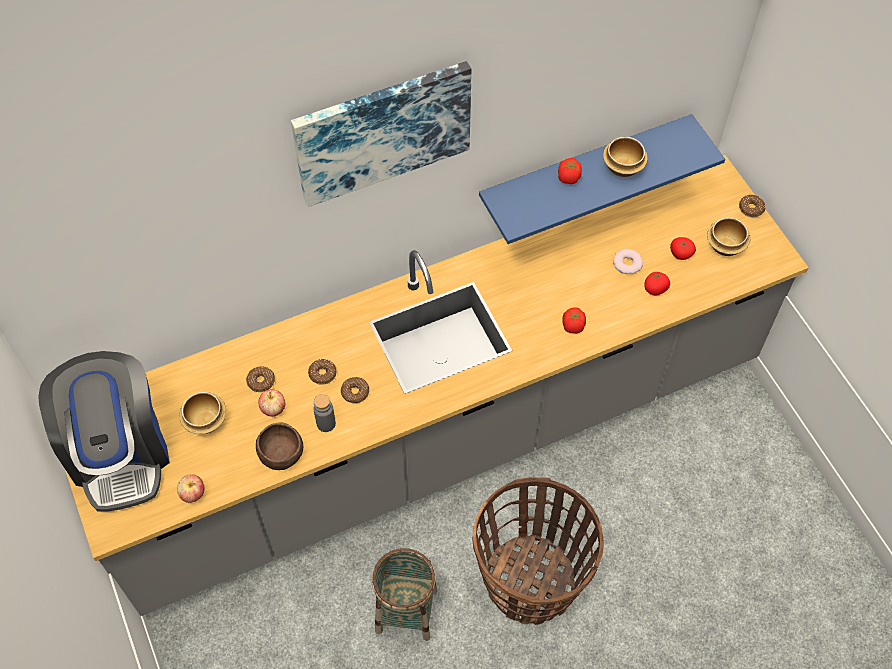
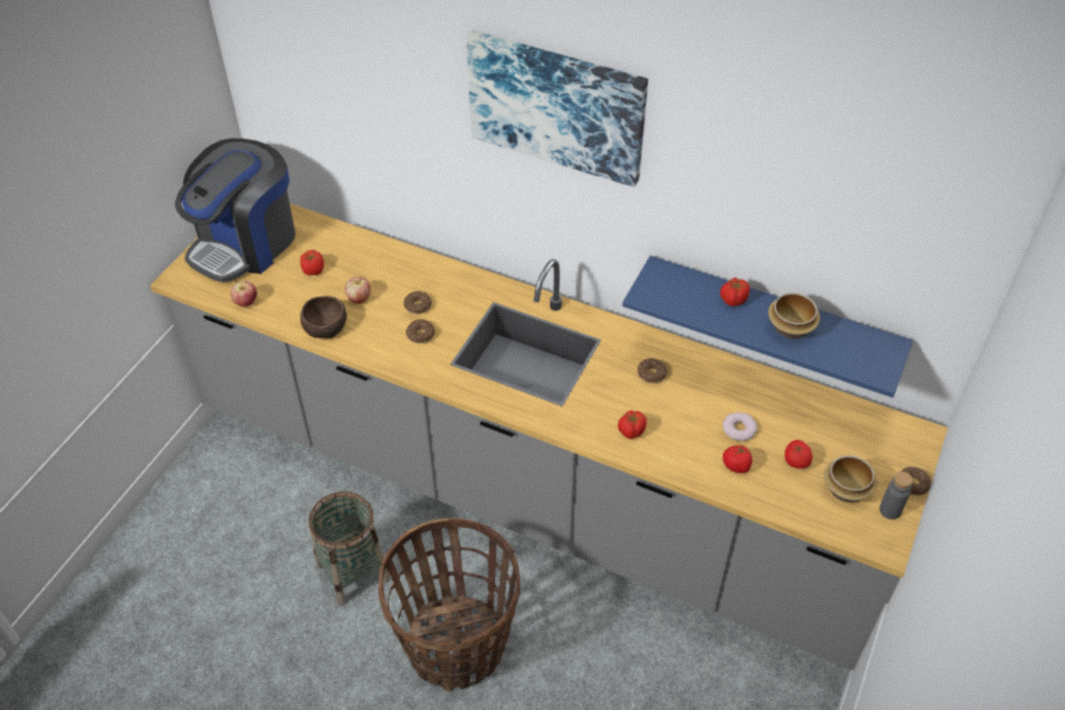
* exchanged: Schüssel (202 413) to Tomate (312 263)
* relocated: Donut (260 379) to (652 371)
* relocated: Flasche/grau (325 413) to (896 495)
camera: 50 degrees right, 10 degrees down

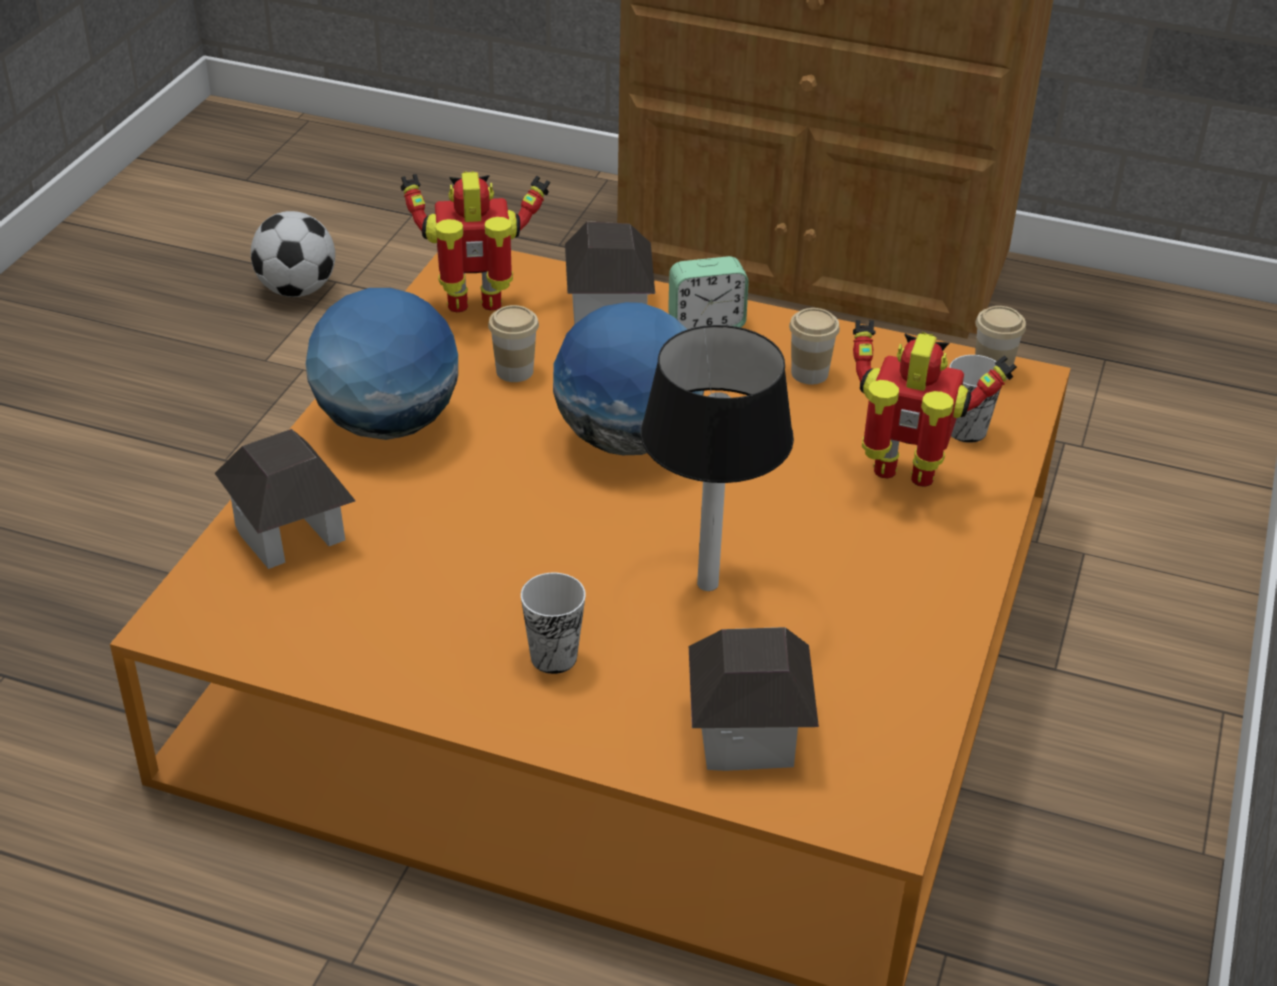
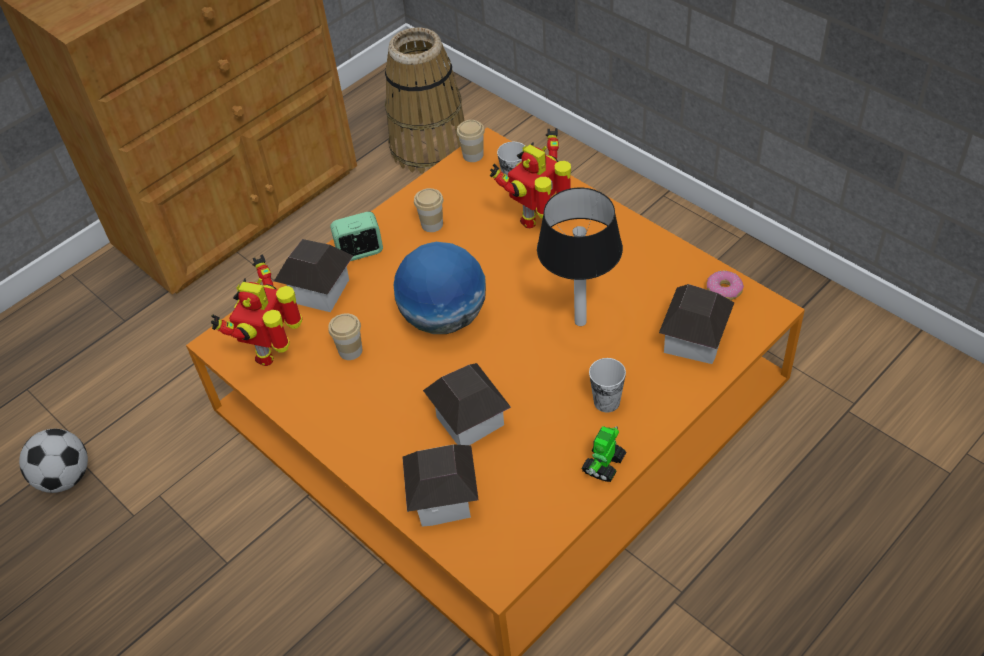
* spun: Wecker (708 293) = (356 236) 120 degrees counterclockwise
* appeared: Korb (425 101)
* appeared: Spielzeughaus (467 404)
* appeared: Spielzeugroboter (603 454)
* appeared: Donut (725 285)
* missing: Globus (382 364)
camera: 60 degrees left, 10 degrees up

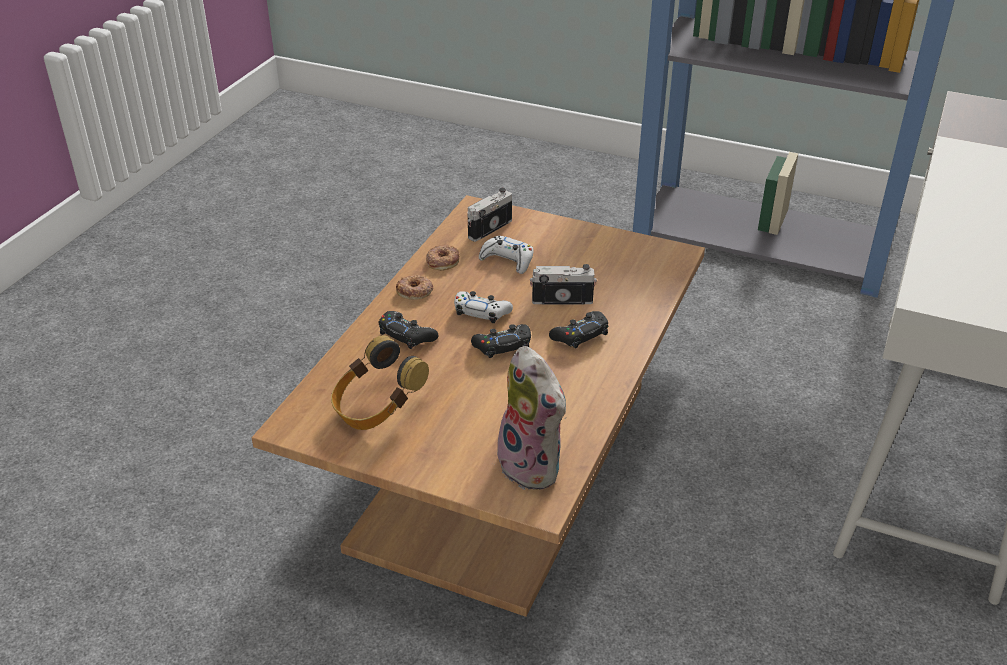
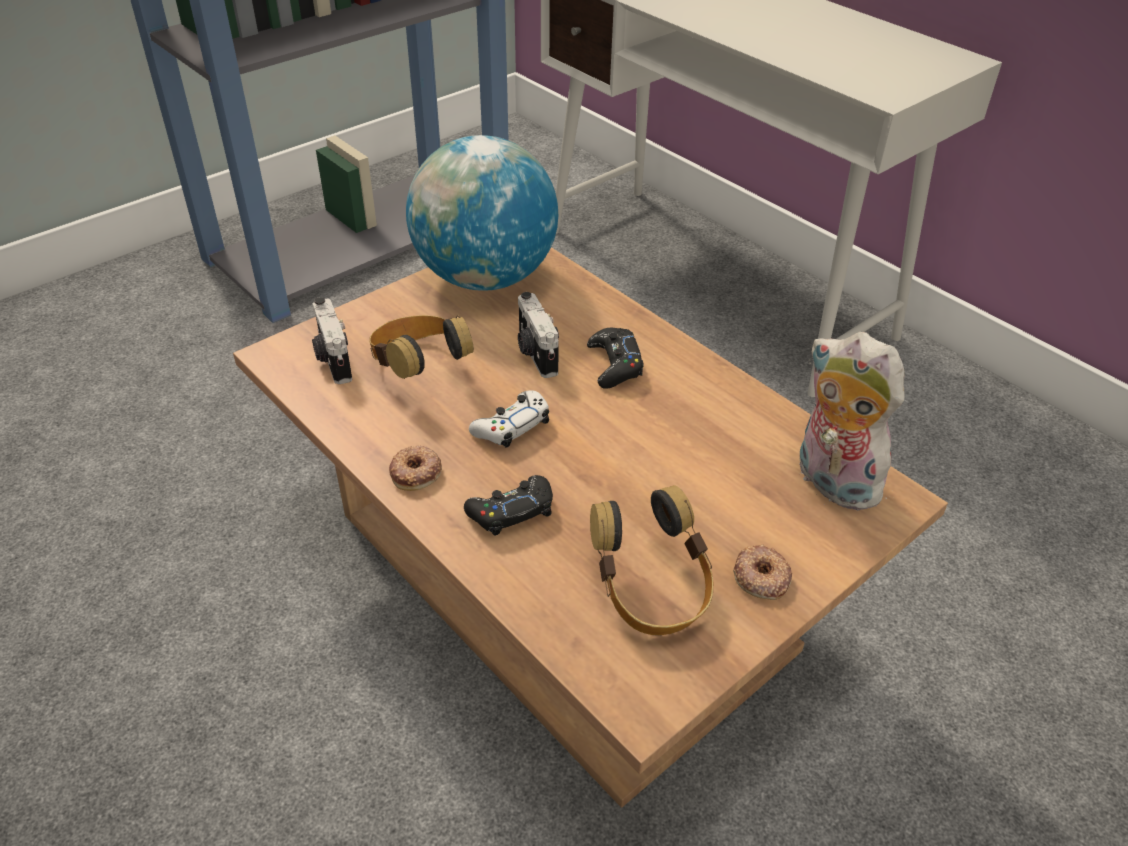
* exchanged: Gamepad/weiß (506 255) to Kopfhörer (421 347)
* appeared: Globus (482 213)
* spun: Kamera (563 284) = (538 335) 45 degrees counterclockwise
* relocated: Donut (443 257) to (762 572)
* spun: Plüschtier (532 418) = (851 421) 120 degrees counterclockwise
* missing: Gamepad/schwarz (501 341)
camera: 65 degrees left, 5 degrees up

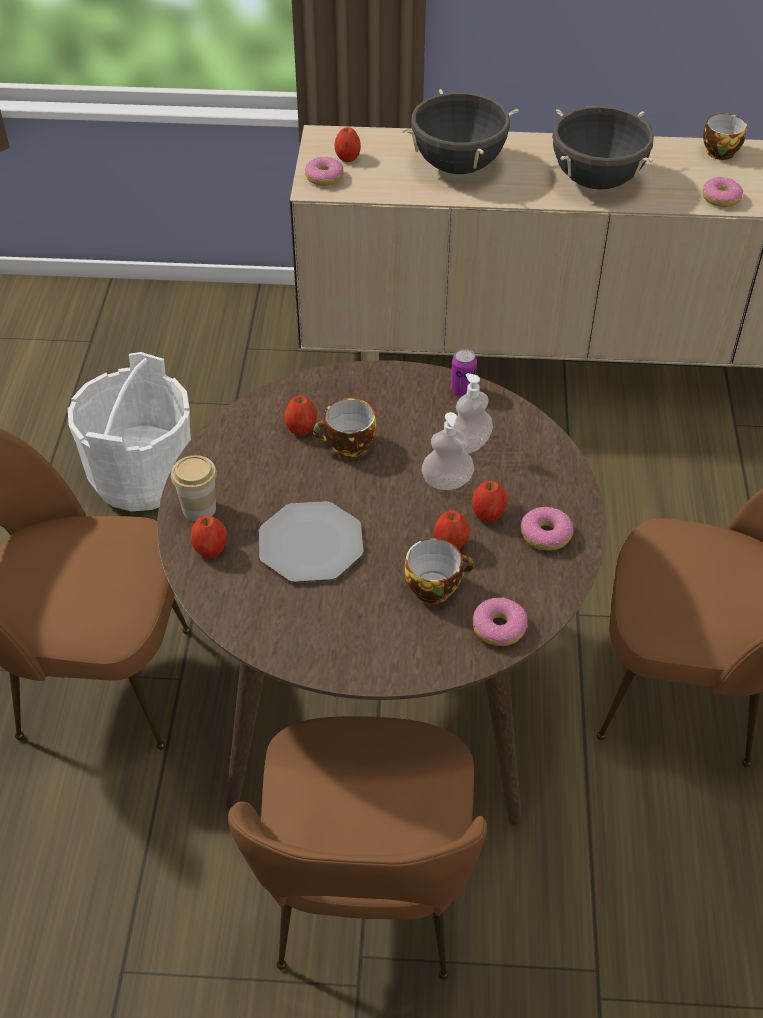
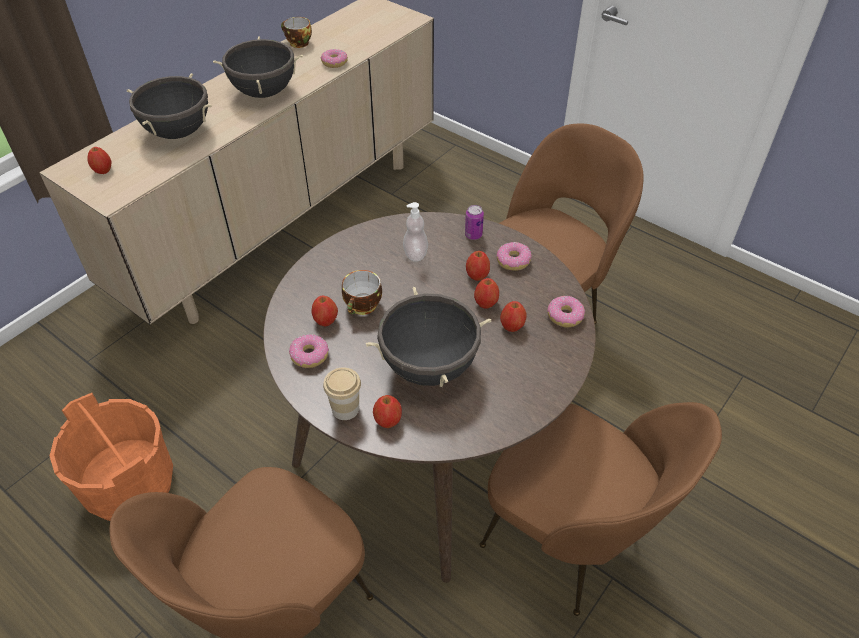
* colour: Eimer/weiß (129 431) to Eimer/orange (111 457)
* relocated: Donut (324 171) to (309 351)
* exchanged: Teller (311 541) to Kochtopf/schwarz (428 337)
* relocated: Dose (464 372) to (474 222)
* exchanged: Tasse (439 570) to Apfel (513 316)
* missing: Seifenspender (448 451)
camera: 55 degrees left, 0 degrees up

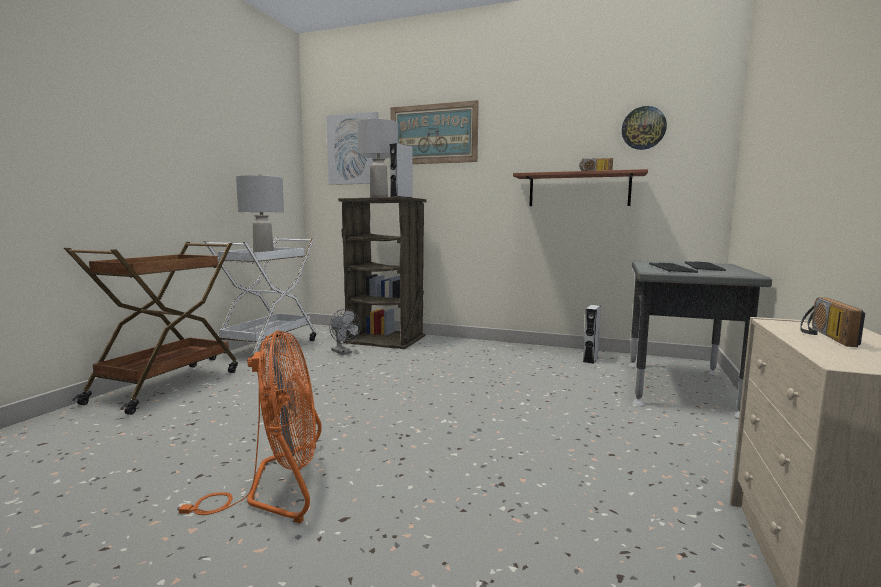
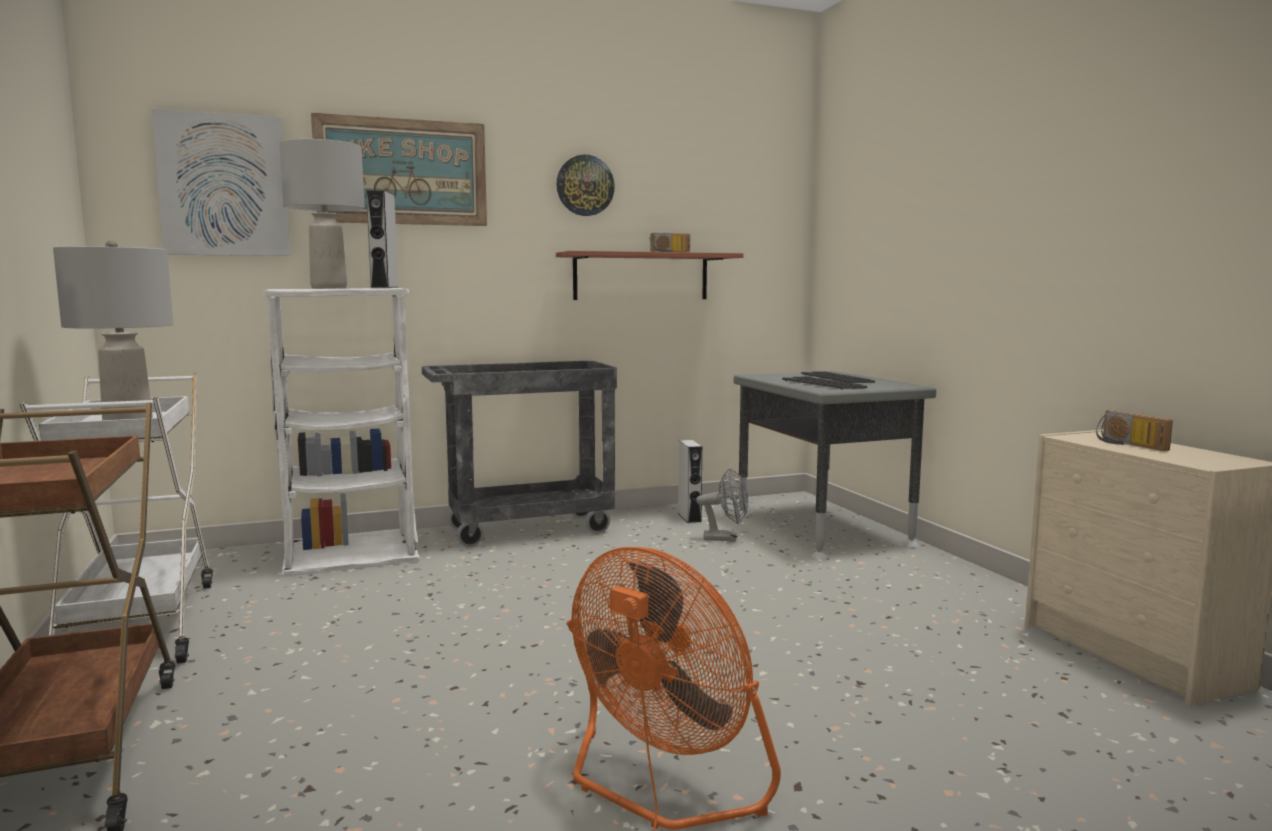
* colour: Bücherregal/braun (382 273) to Bücherregal/weiß (341 432)
* appeared: Rollwagen/grau (519 454)
* relocated: Wanduhr (644 128) to (585 185)
* relocated: Ventilator/grau (345 332) to (722 505)
camera: 40 degrees left, 0 degrees up

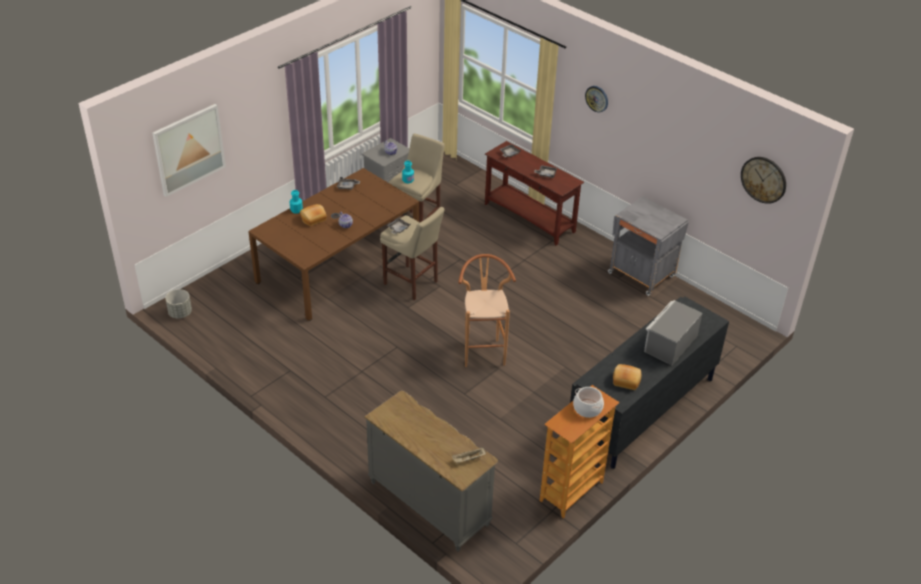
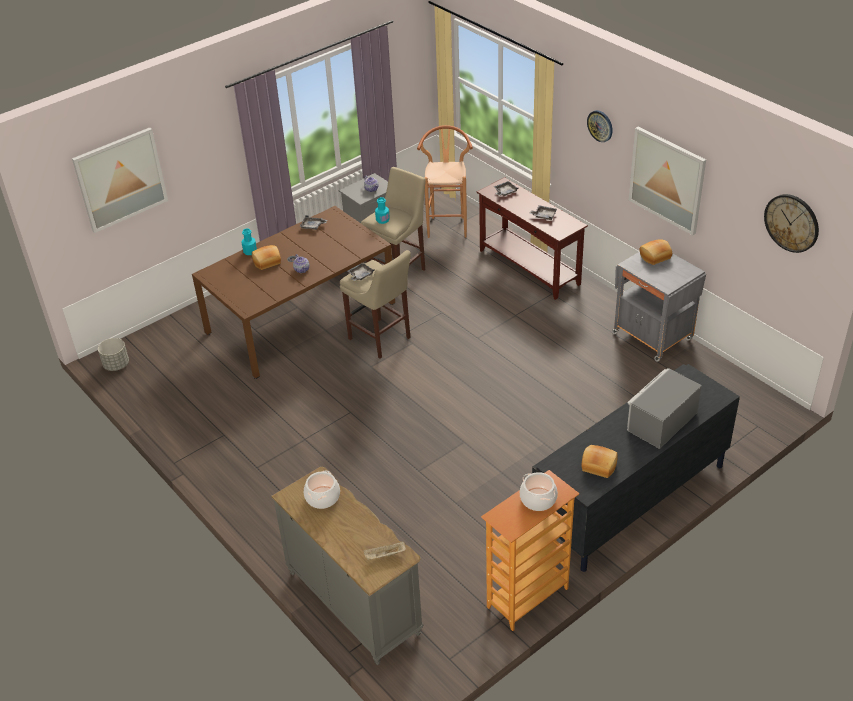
* appeared: Kochtopf (322 490)
* relocated: Hocker/braun (487 310) to (445 181)
* appeared: Bild (667 181)
* appeared: Brot (655 252)
camera: 10 degrees right, 0 degrees up

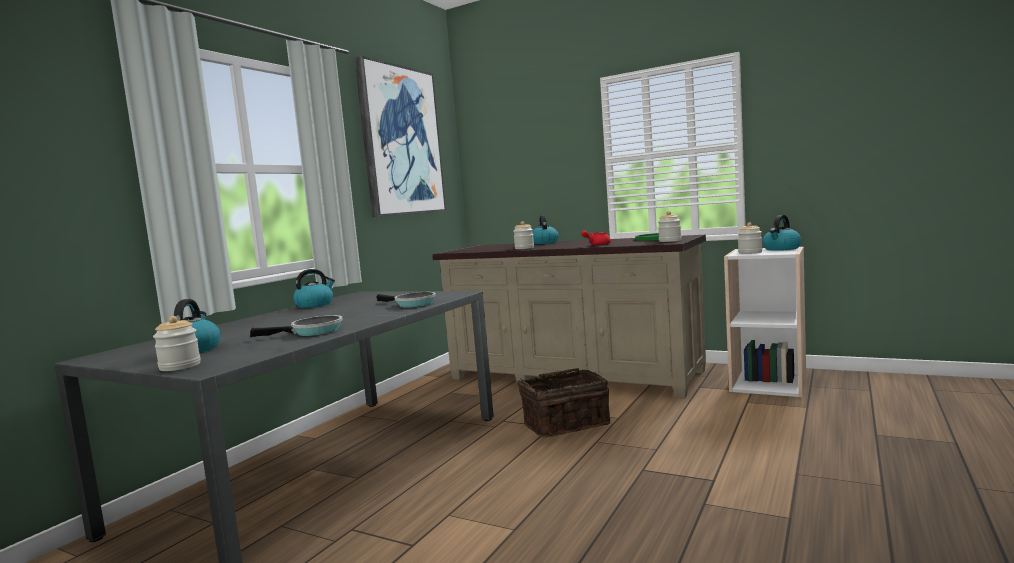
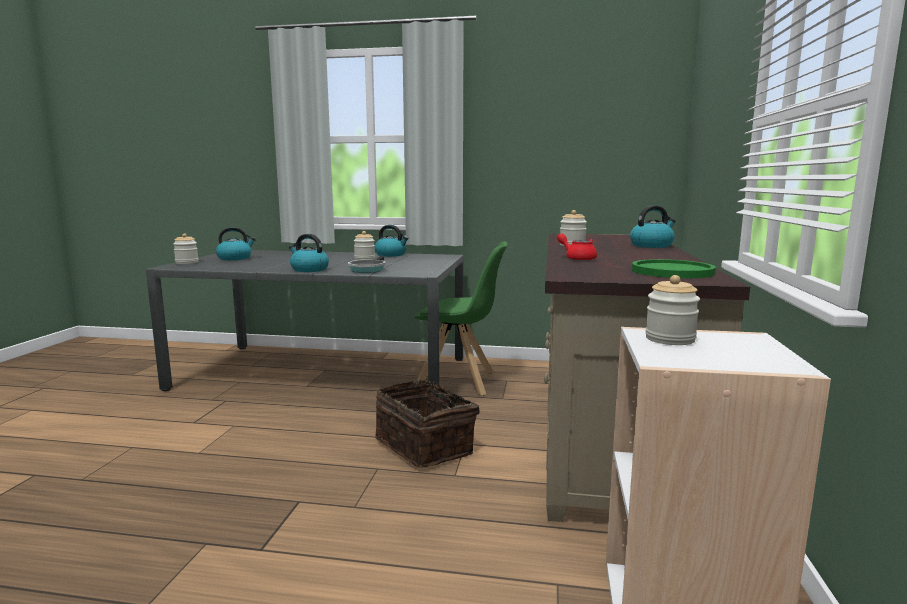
* relocated: Wasserkessel (782 233) to (309 253)
* relocated: Vorratsglas (669 226) to (364 245)
* appeared: Stuhl/grün (461 318)
* missing: Pfanne (296 326)
* missing: Bild (400 136)
camera: 70 degrees right, 5 degrees up

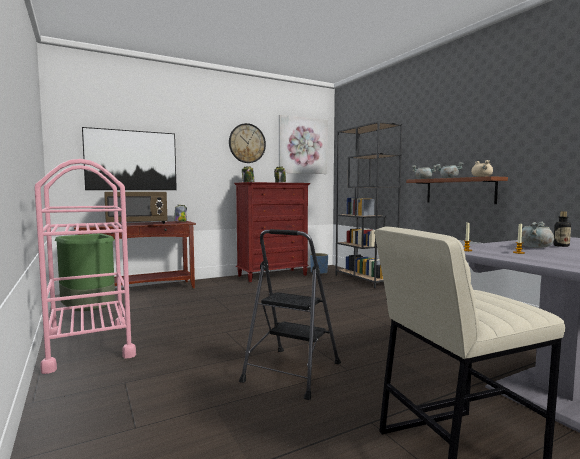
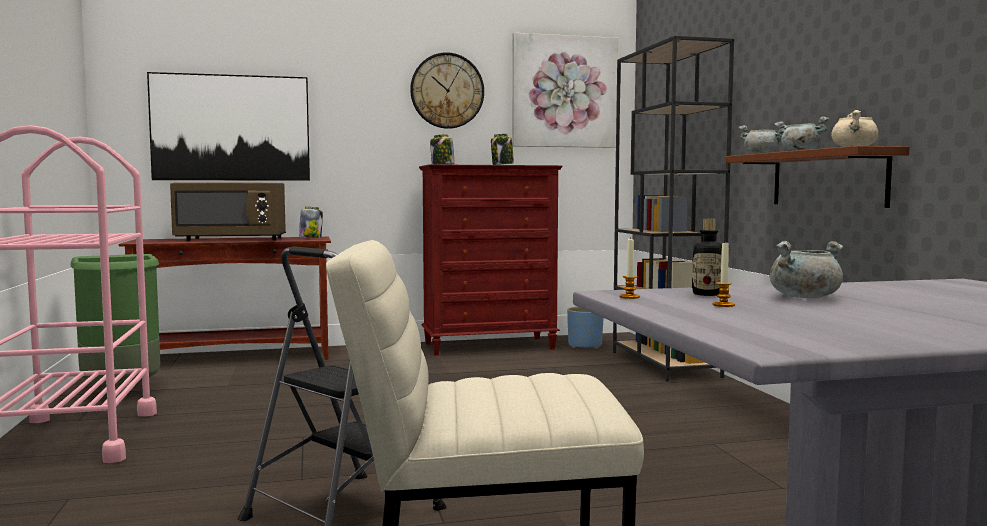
* relocated: Flasche (562 229) to (707 257)
camera: 15 degrees right, 0 degrees up

